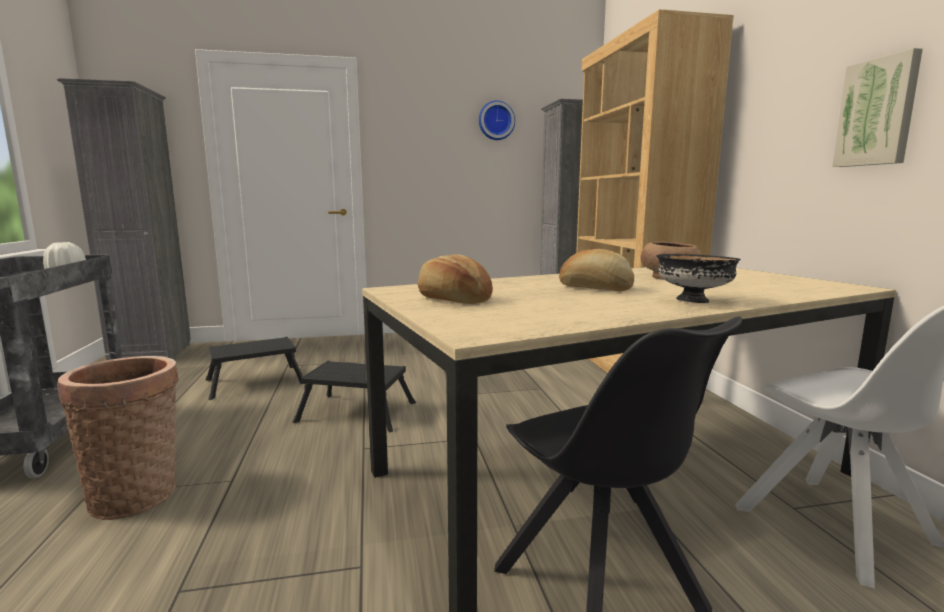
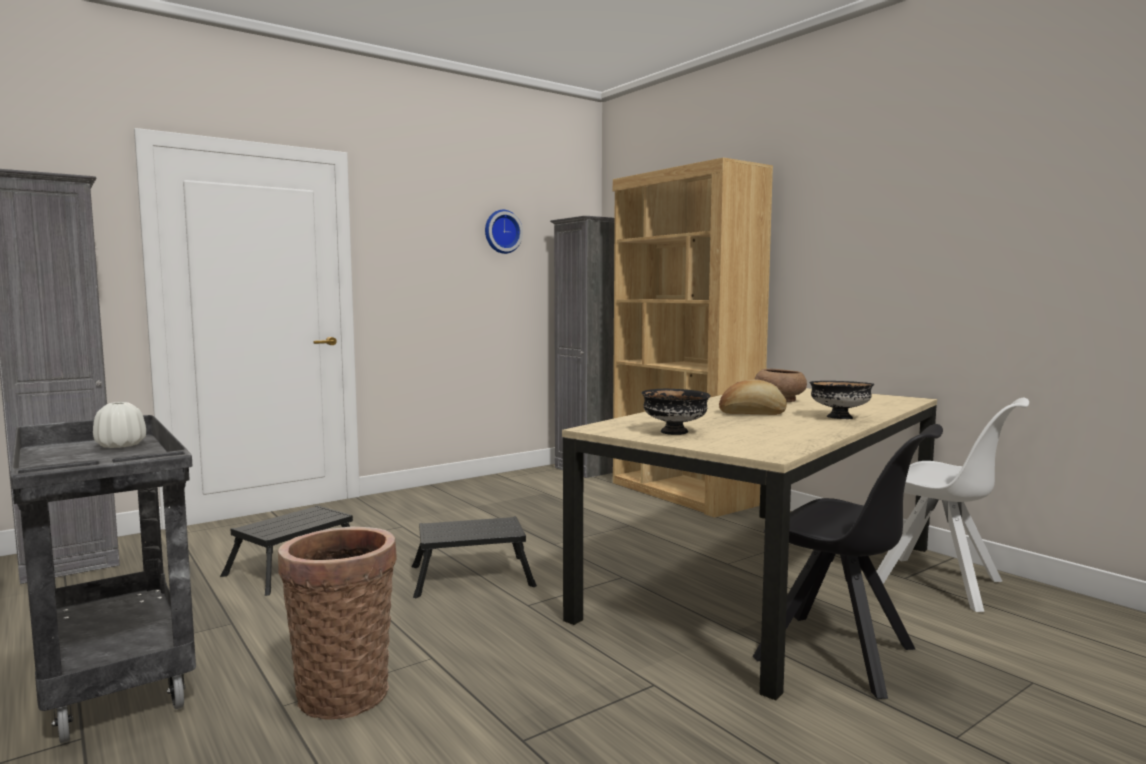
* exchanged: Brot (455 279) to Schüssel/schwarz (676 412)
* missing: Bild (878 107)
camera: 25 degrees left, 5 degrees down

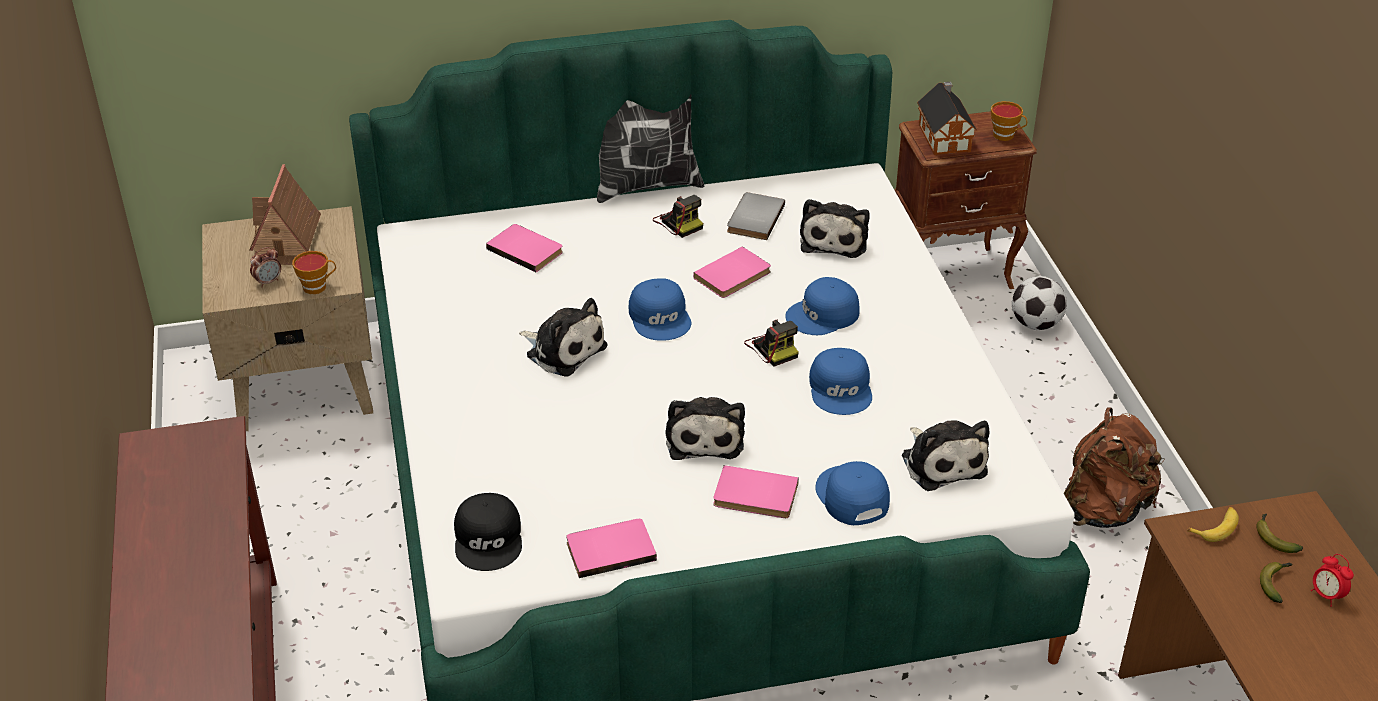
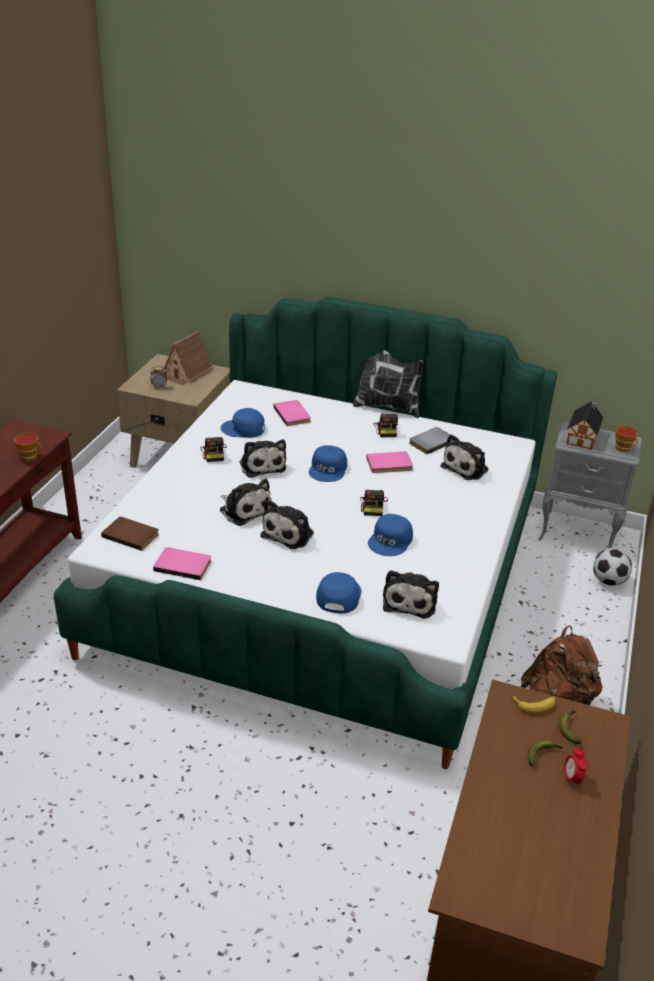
* relocated: Tasse (314 272) to (28 447)
* exchanged: Kappe/schwarz (488 532) to Buch/braun (130 534)
* appeared: Kamera (213 449)
* appeared: Plüschtier (245 502)
* relocated: Kappe/blau (822 306) to (243 423)
* colour: Nachttisch/braun (965 200) to Nachttisch/grau (590 485)
* missing: Buch/rosa (756 491)
camera: 30 degrees right, 5 degrees down

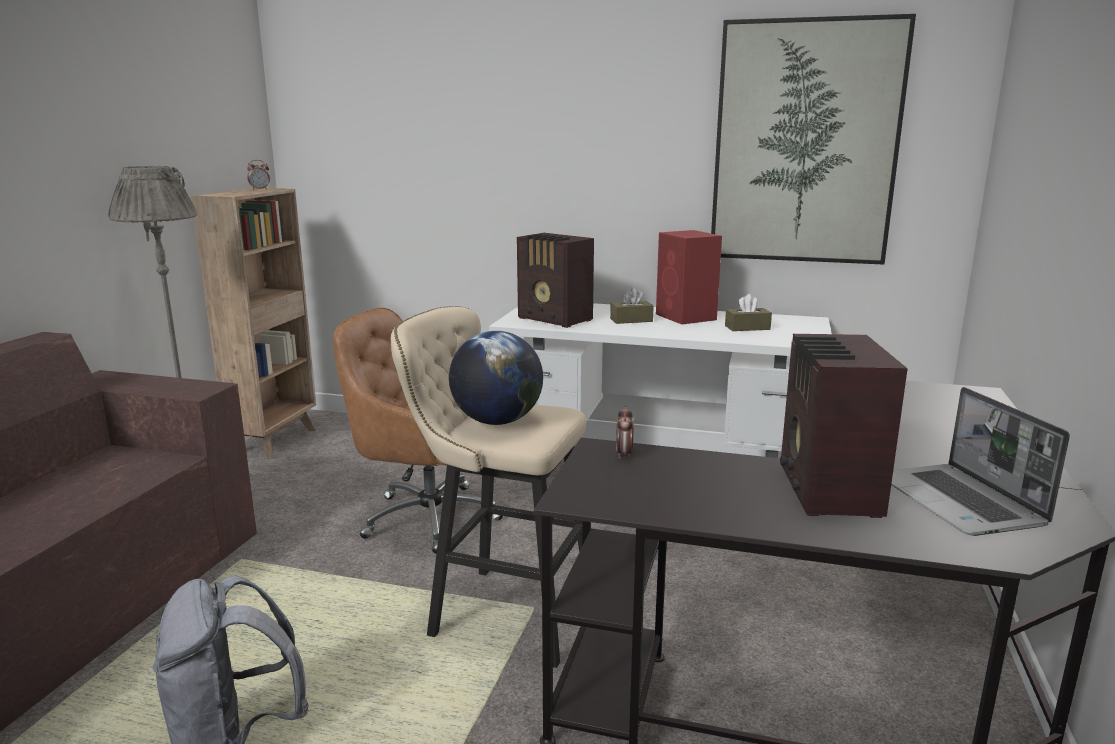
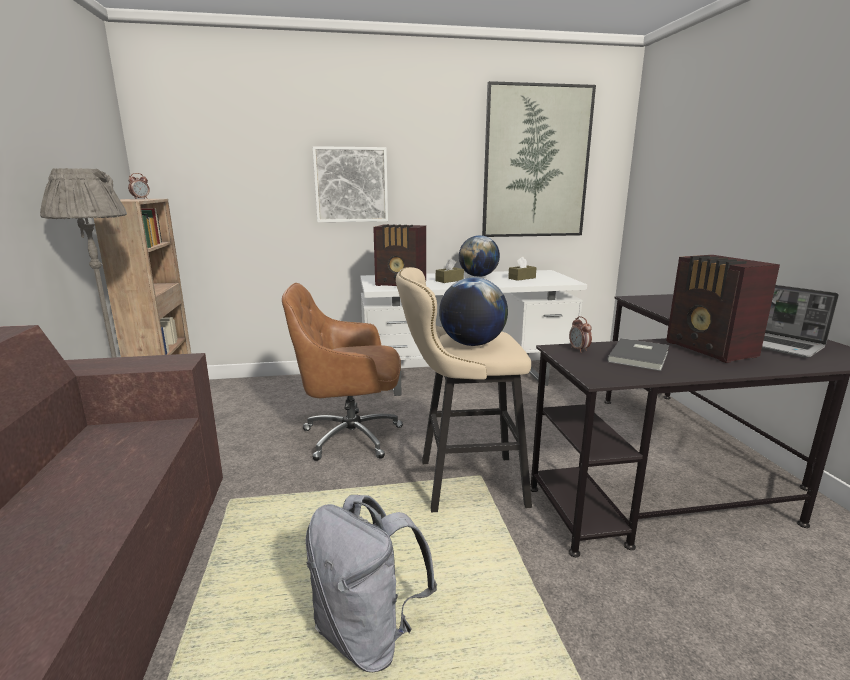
* appeared: Bild (350 184)
* exchanged: Lautsprecher/rot (689 277) to Globus (479 256)
* appeared: Buch/grau (638 354)
camera: 25 degrees left, 0 degrees up

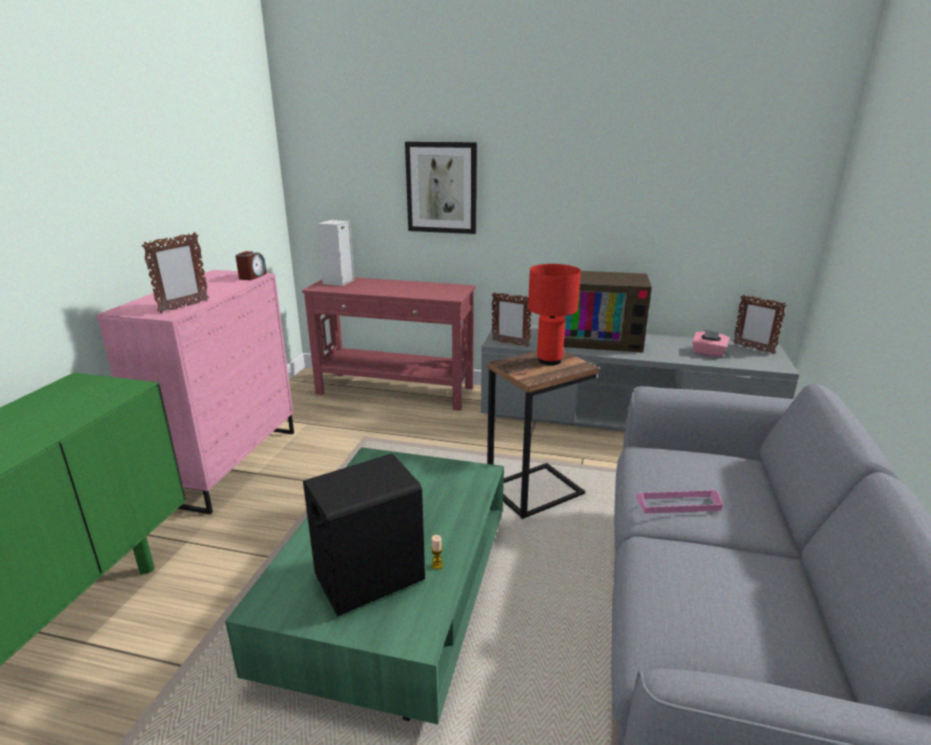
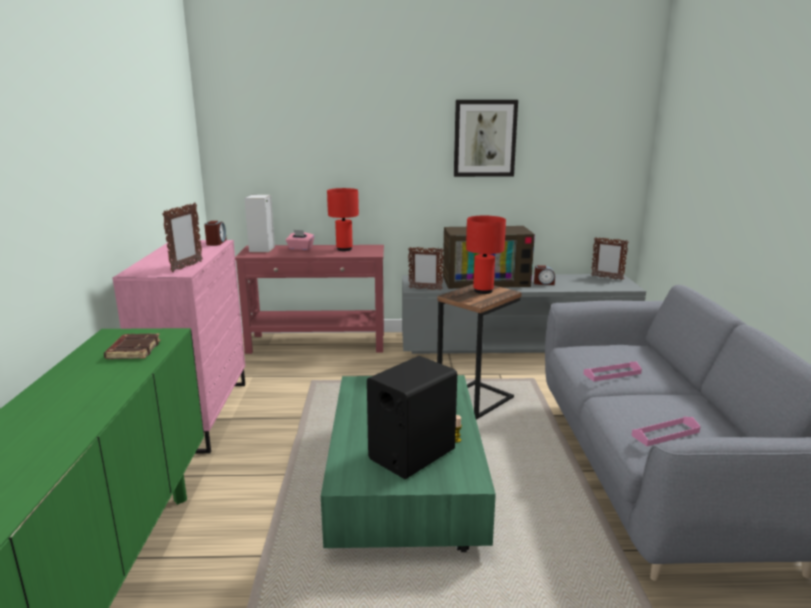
* appeared: Buch/braun (132 346)
* relocated: Taschentuchbox/rosa (711 343) to (300 240)
* appeared: Tischlampe/rot (343 219)
* relocated: Bild (441 187) to (486 138)
* appeared: Wecker (544 275)
* appeared: Tablett/rosa (666 431)
camera: 15 degrees left, 5 degrees down

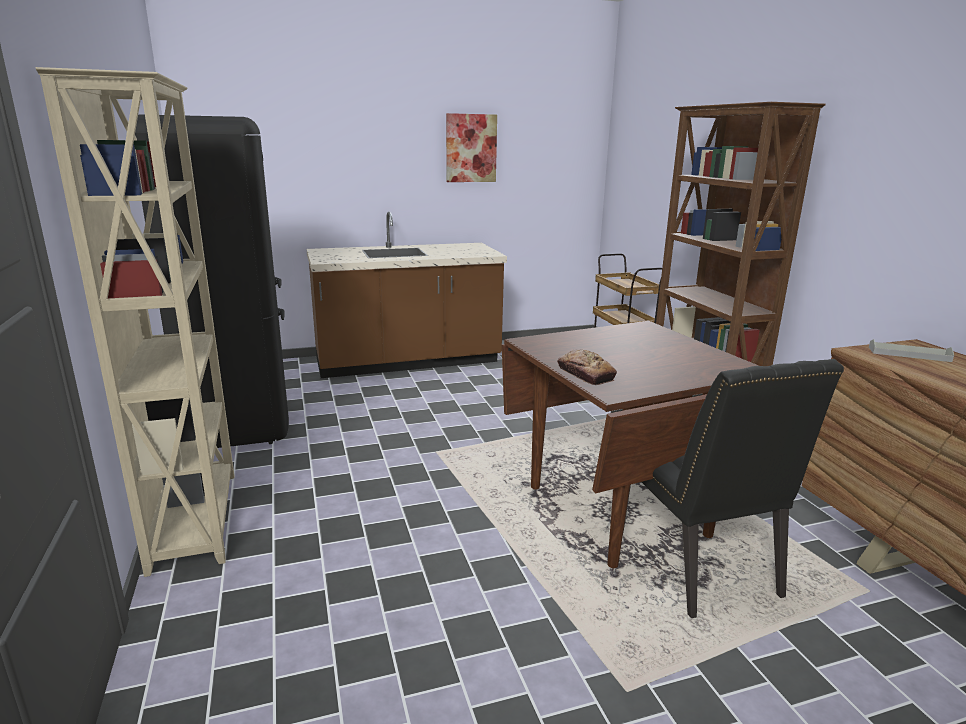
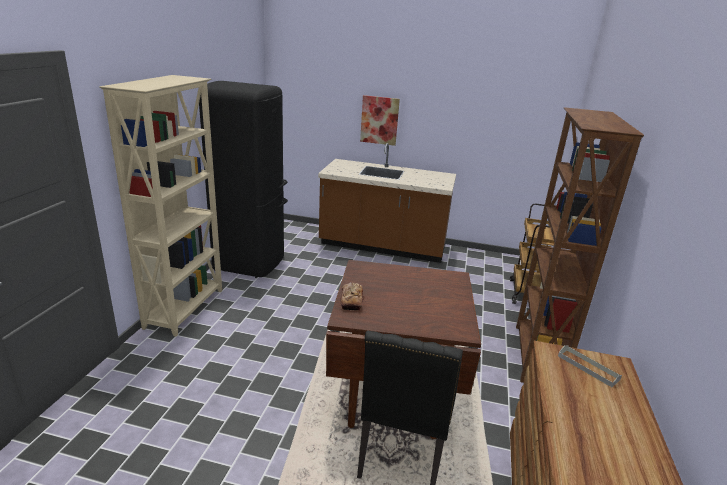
* relocated: Bild (471 147) to (380 120)
camera: 30 degrees right, 5 degrees up

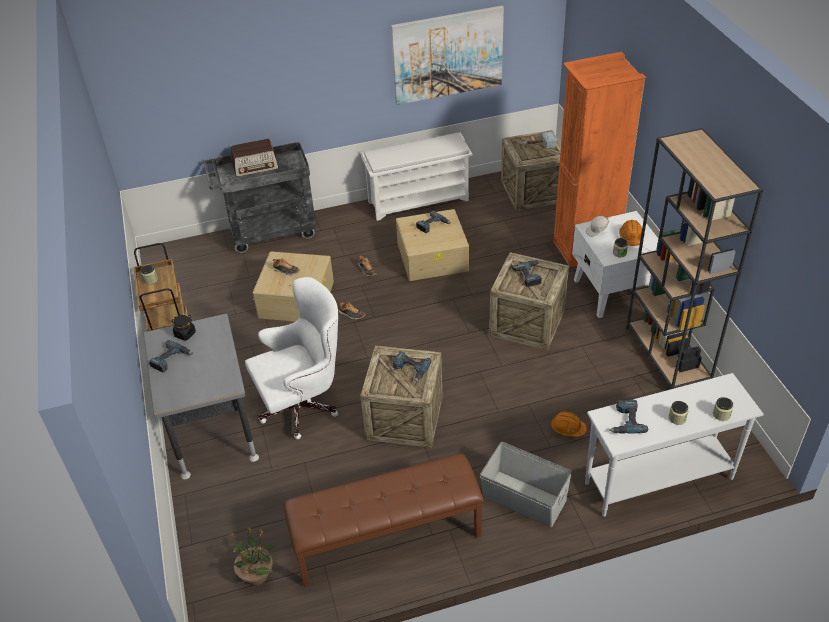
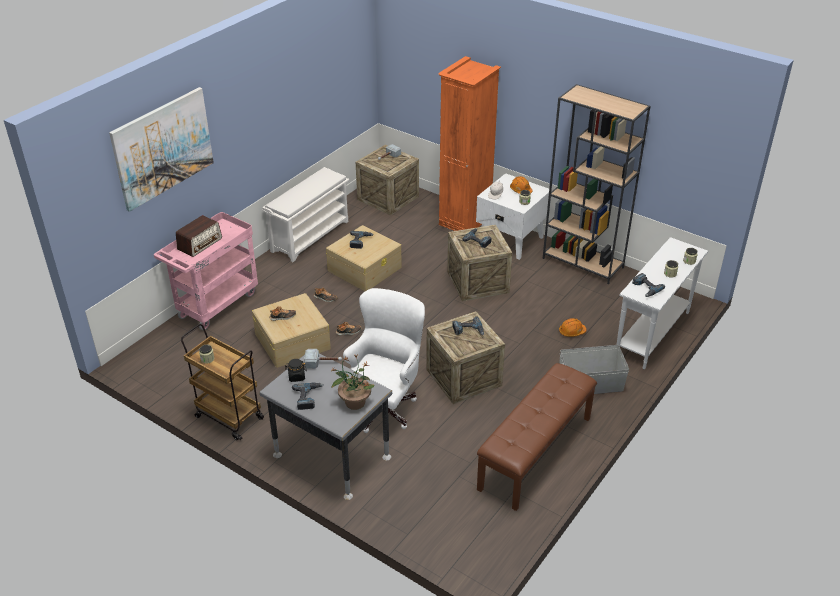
* relocated: Bild (447 55) to (161 149)
* colour: Rollwagen/schwarz (260 197) to Rollwagen/rosa (206 271)
* appeared: Hammer (323 359)
* relocated: Topfpflanze (252 556) to (353 382)
camera: 40 degrees left, 5 degrees down

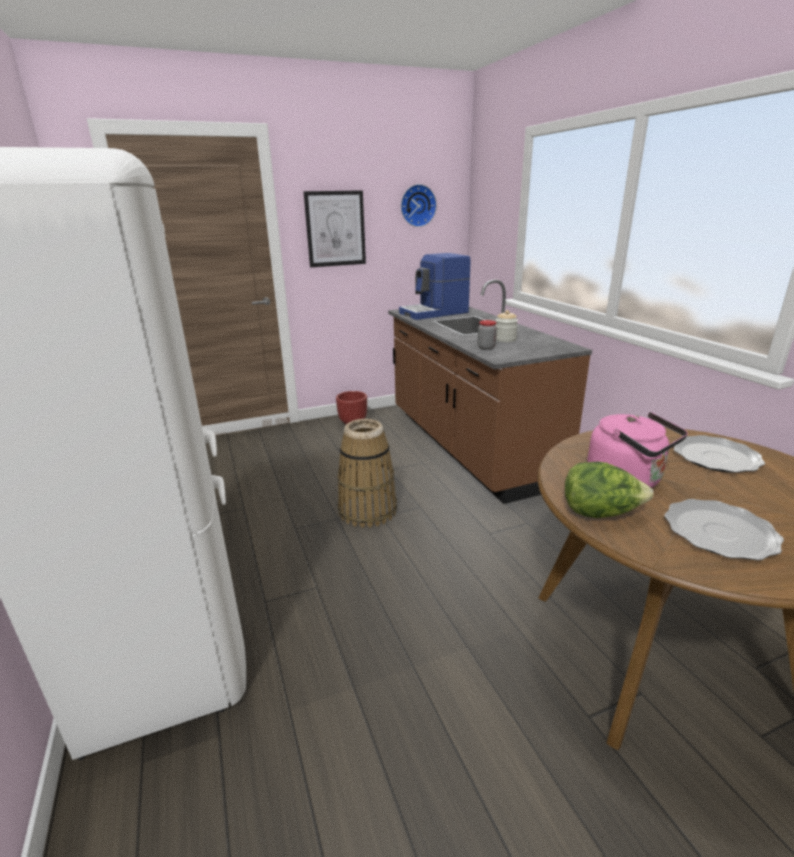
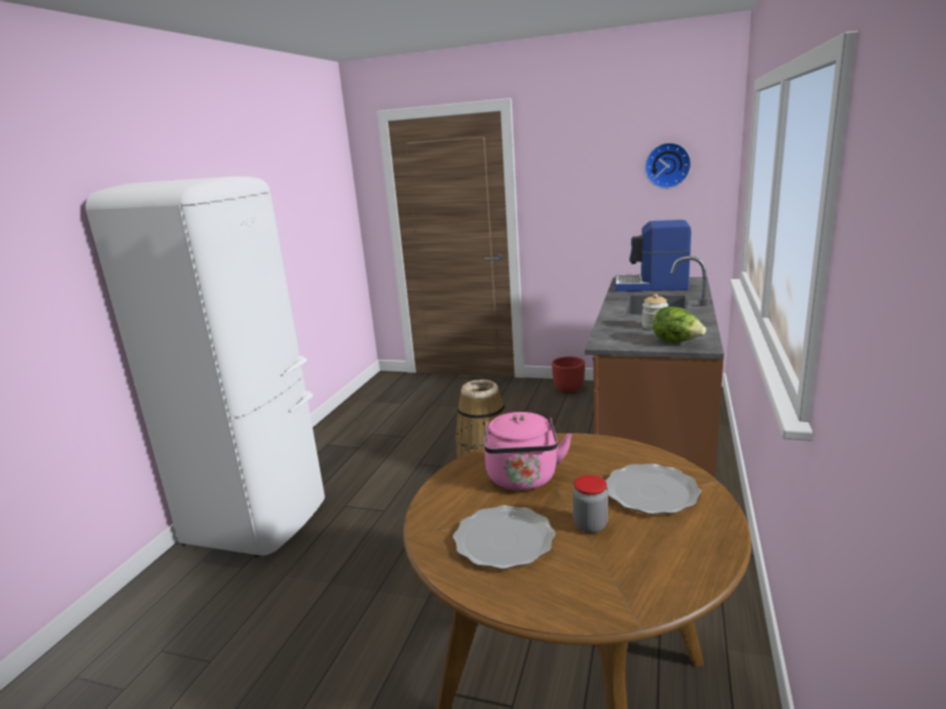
* relocated: Vorratsglas (487 335) to (590 504)
* relocated: Salatkopf (609 490) to (679 325)
* missing: Bild (335 228)
camera: 40 degrees right, 5 degrees down

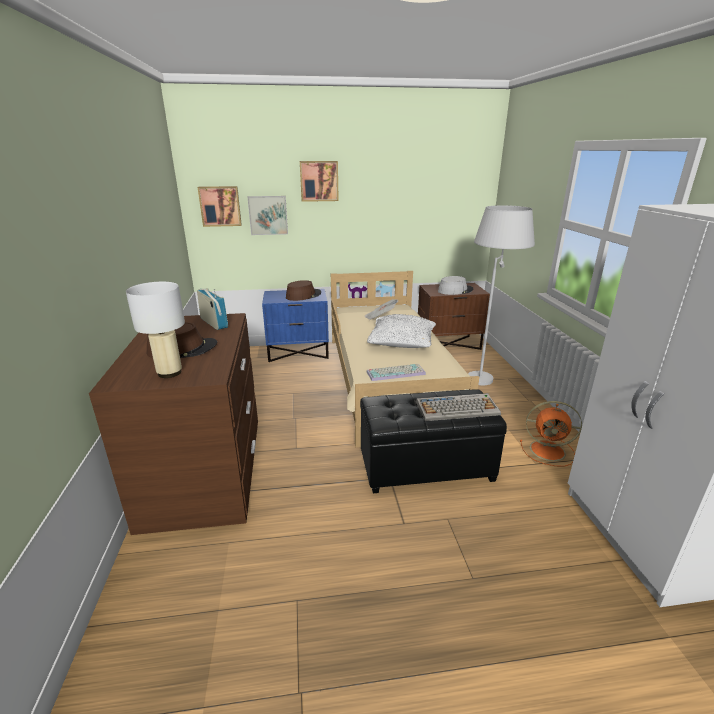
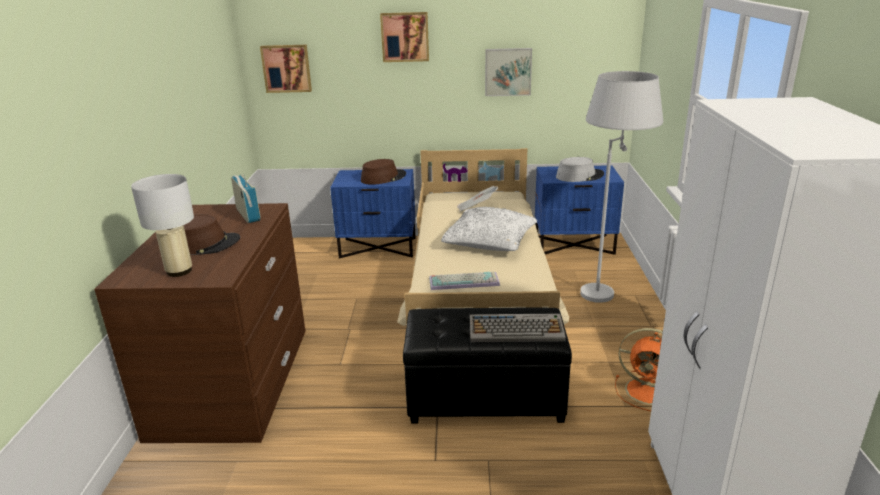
* relocated: Bild (267 215) to (508 72)
* colour: Nachttisch/braun (454 316) to Nachttisch/blau (579 210)
camera: 10 degrees right, 0 degrees up

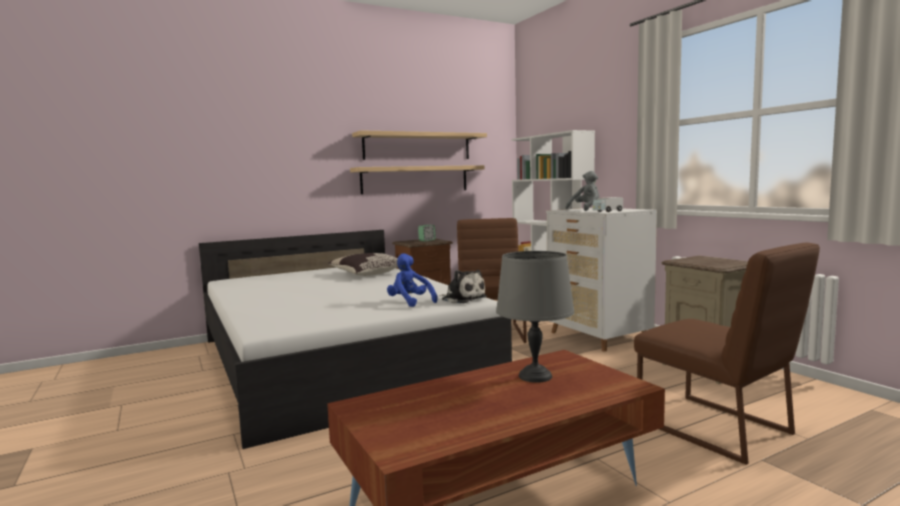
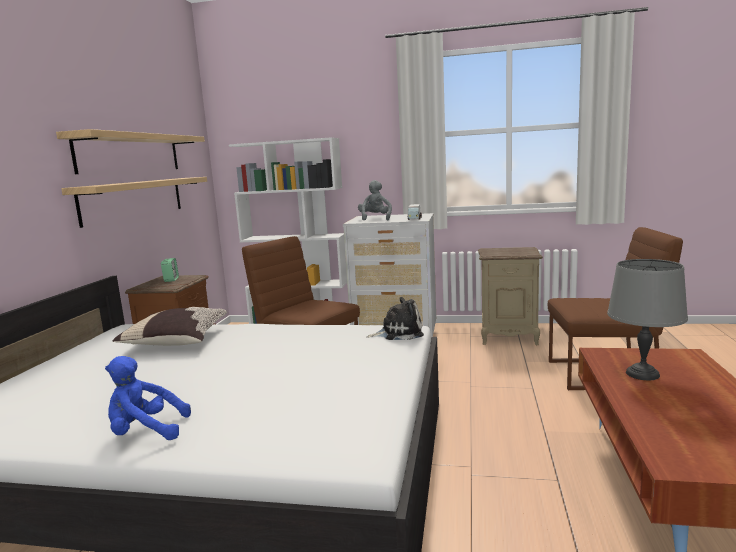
* relocated: Plüschtier/blau (412 280) to (148 398)
camera: 50 degrees left, 5 degrees up

